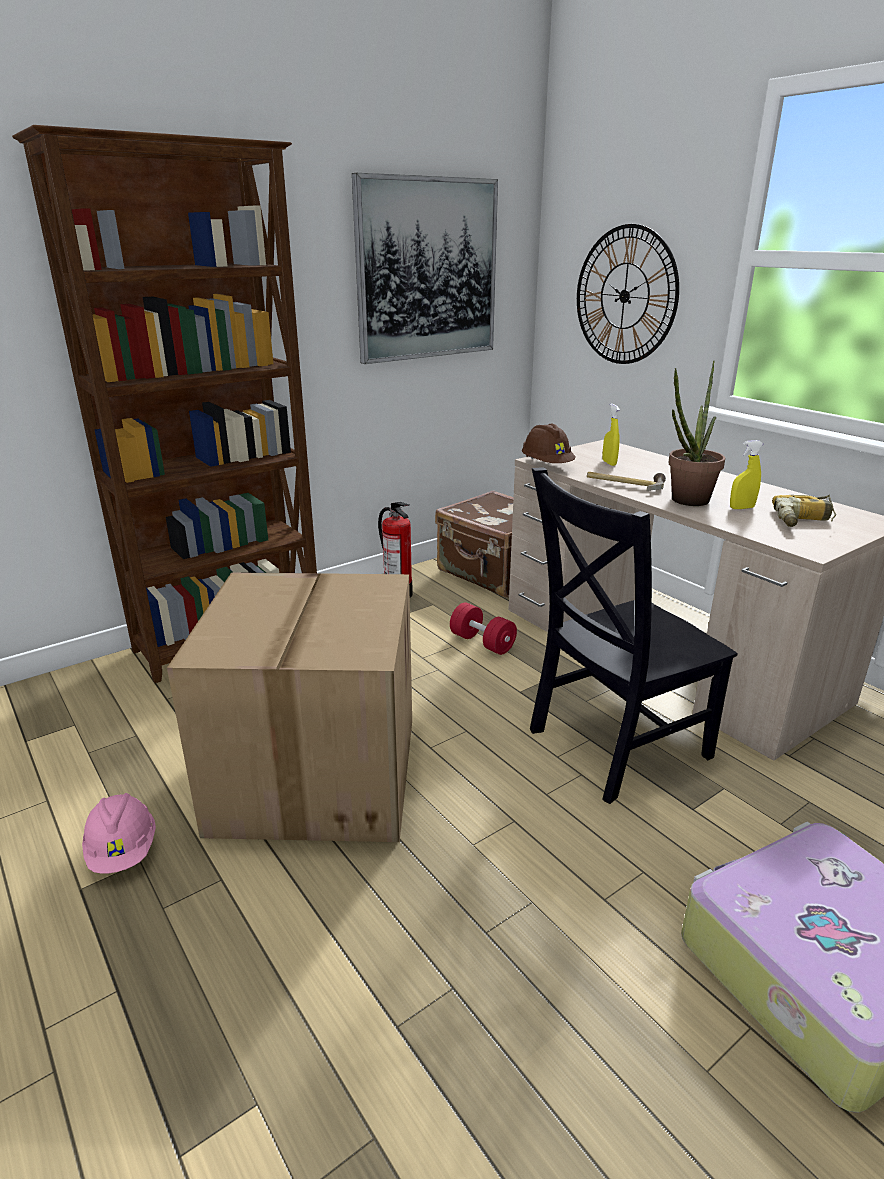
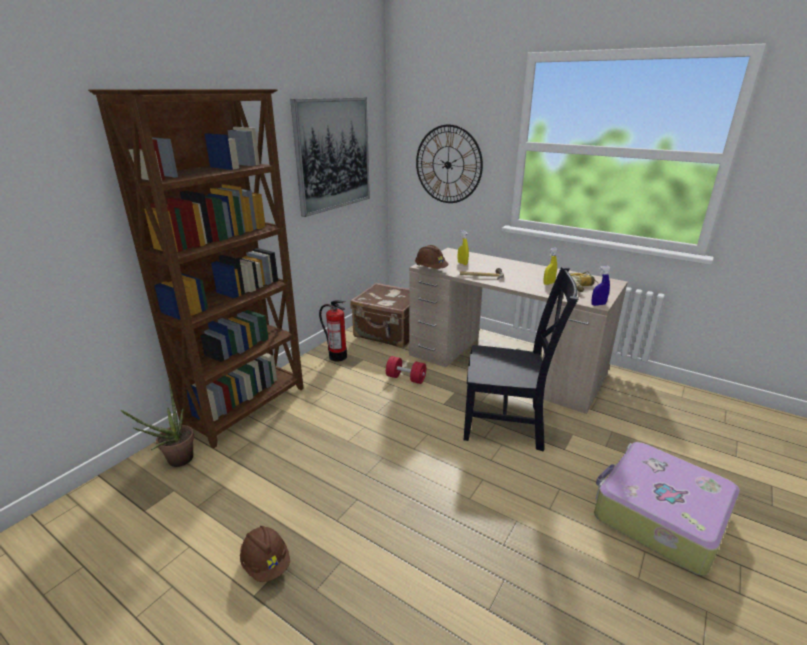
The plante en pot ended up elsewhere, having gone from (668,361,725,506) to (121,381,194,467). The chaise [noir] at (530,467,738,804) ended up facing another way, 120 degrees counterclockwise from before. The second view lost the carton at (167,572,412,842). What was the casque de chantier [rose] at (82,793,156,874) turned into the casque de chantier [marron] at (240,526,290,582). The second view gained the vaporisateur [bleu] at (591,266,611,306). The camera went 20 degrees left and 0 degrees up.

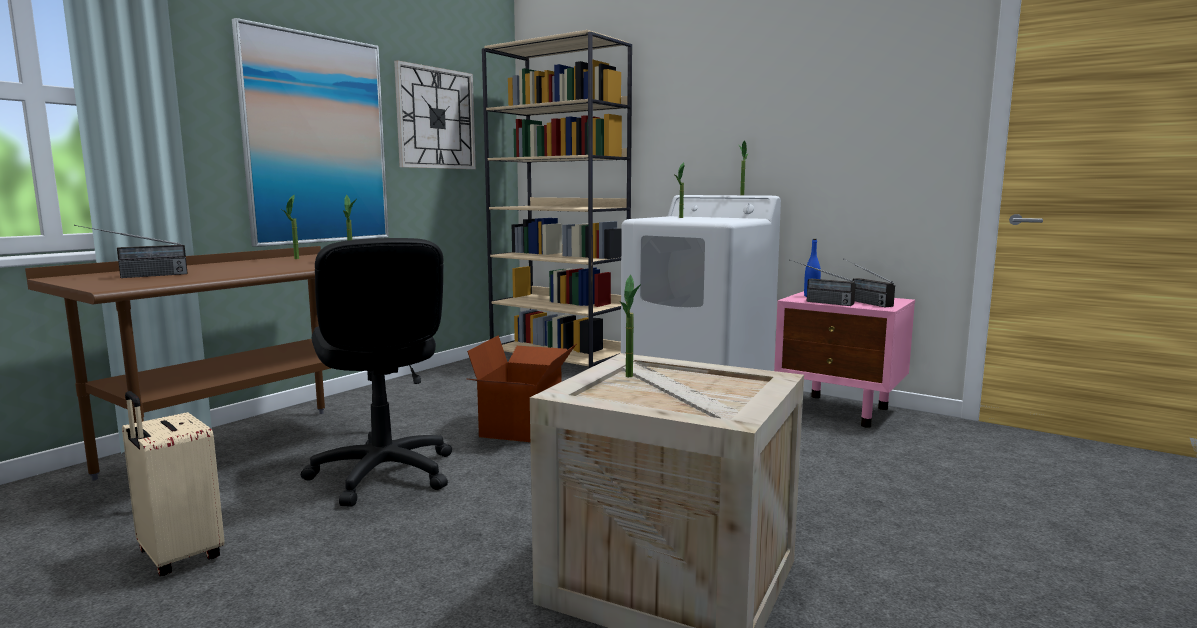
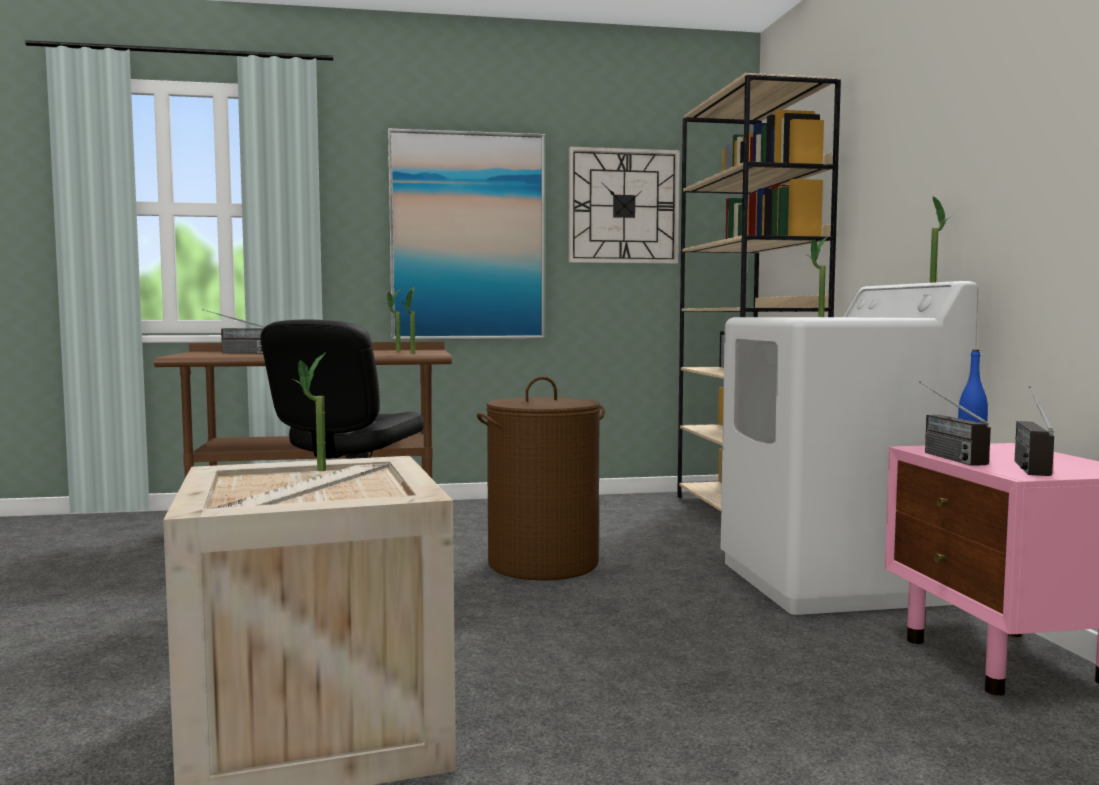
Where the carton stood at (467,335,576,442), the panier à linge [marron] came to stand at (477,376,605,580). The second view lost the valise [beige] at (122,391,225,576). The camera went 45 degrees right and 5 degrees down.

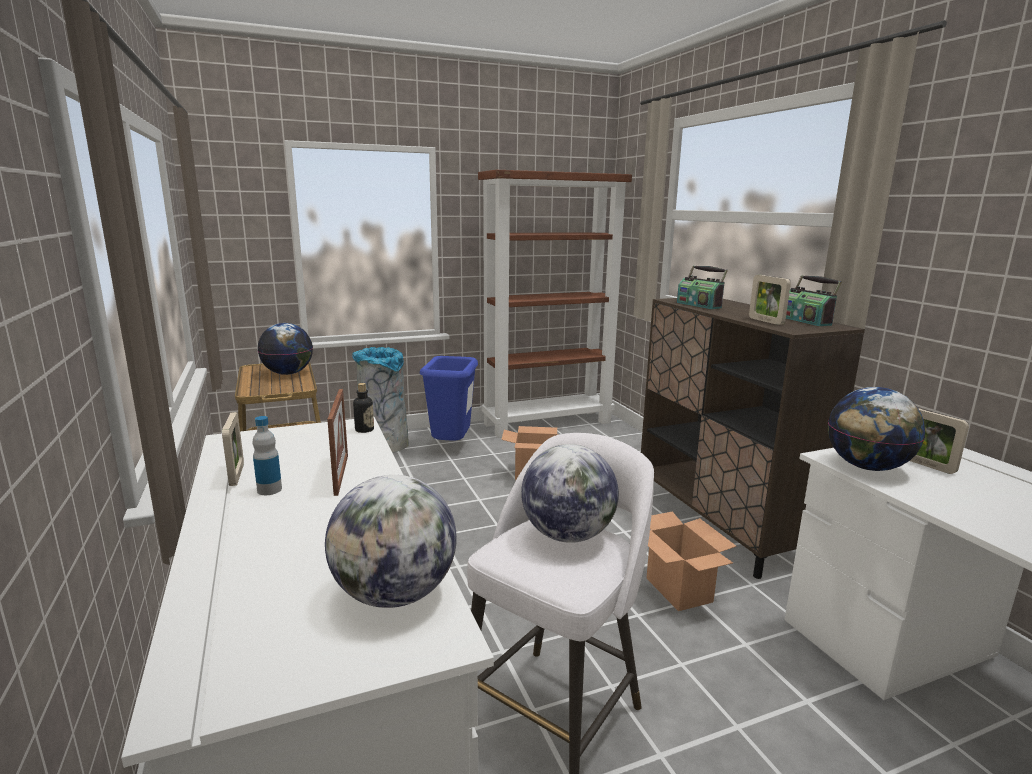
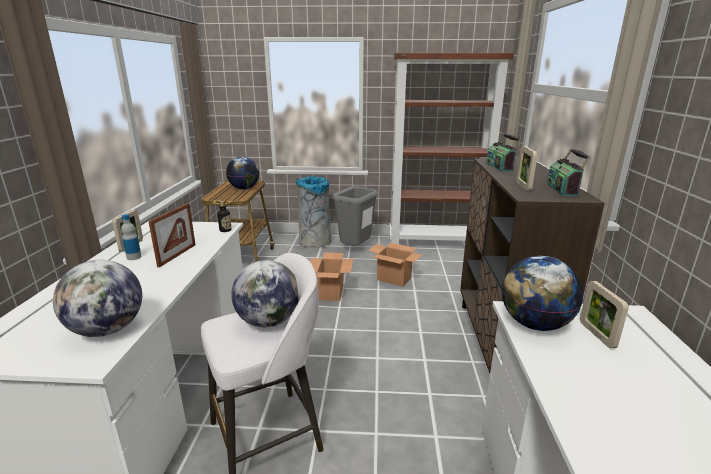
What was the poubelle [bleu] at (420,356,478,441) turned into the poubelle [gris] at (332,186,378,246). The carton ended up elsewhere, having gone from (647,511,737,611) to (310,253,353,301). The camera went 25 degrees right and 5 degrees up.

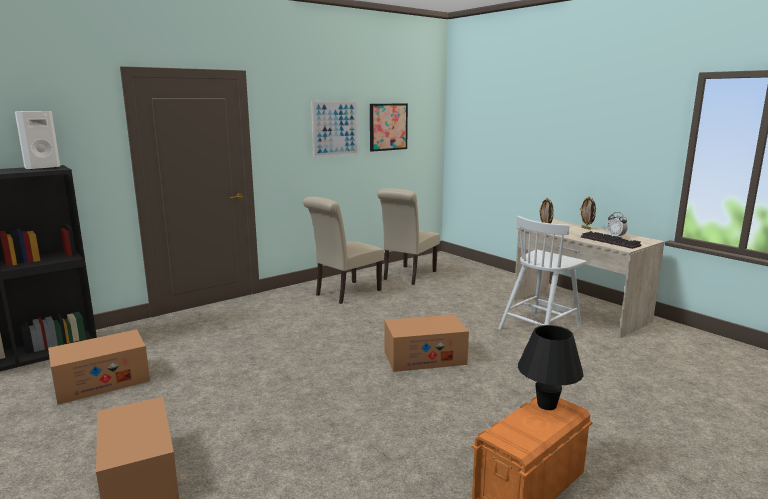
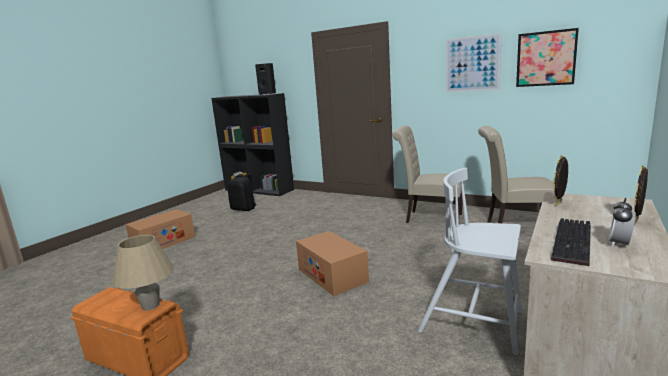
What was the enceinte [blanc] at (15,111,60,170) turned into the enceinte [noir] at (255,63,276,95). What was the lampe de table [noir] at (518,325,584,410) turned into the lampe de table [beige] at (112,235,174,311). Where the carton stood at (48,330,150,405), the sac à dos [noir] came to stand at (227,174,256,211). The camera went 70 degrees right and 0 degrees up.

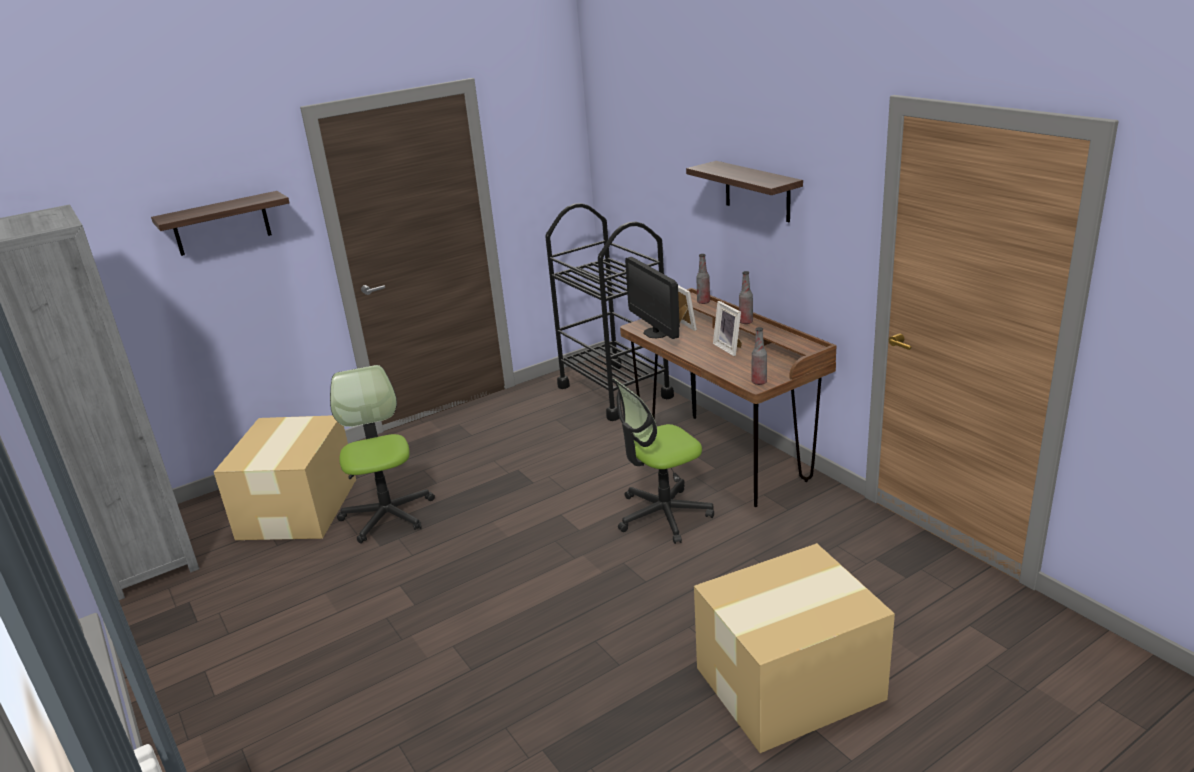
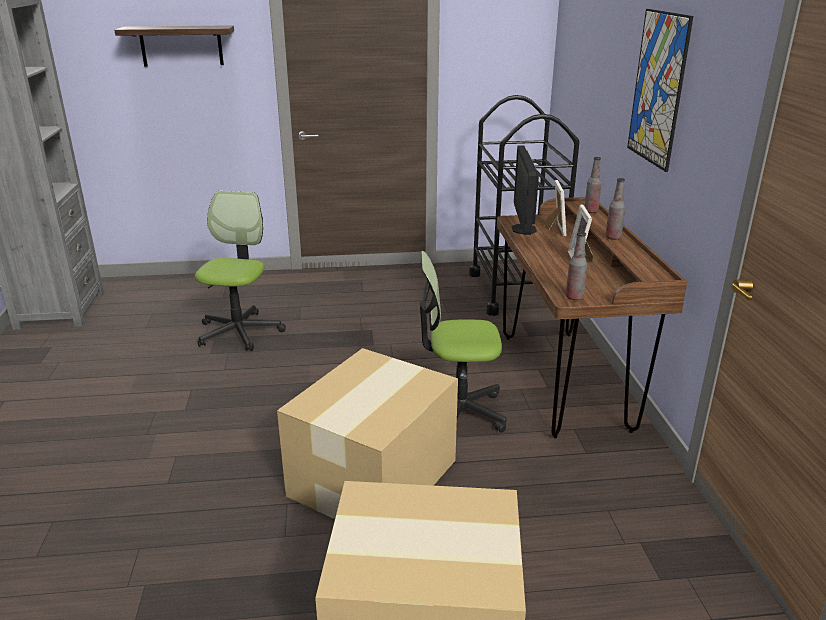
Where the étagère hung at (686,161,803,222), the tableau came to hang at (627,9,693,172). The carton ended up elsewhere, having gone from (214,415,356,540) to (277,348,458,519). The camera went 25 degrees right and 0 degrees up.

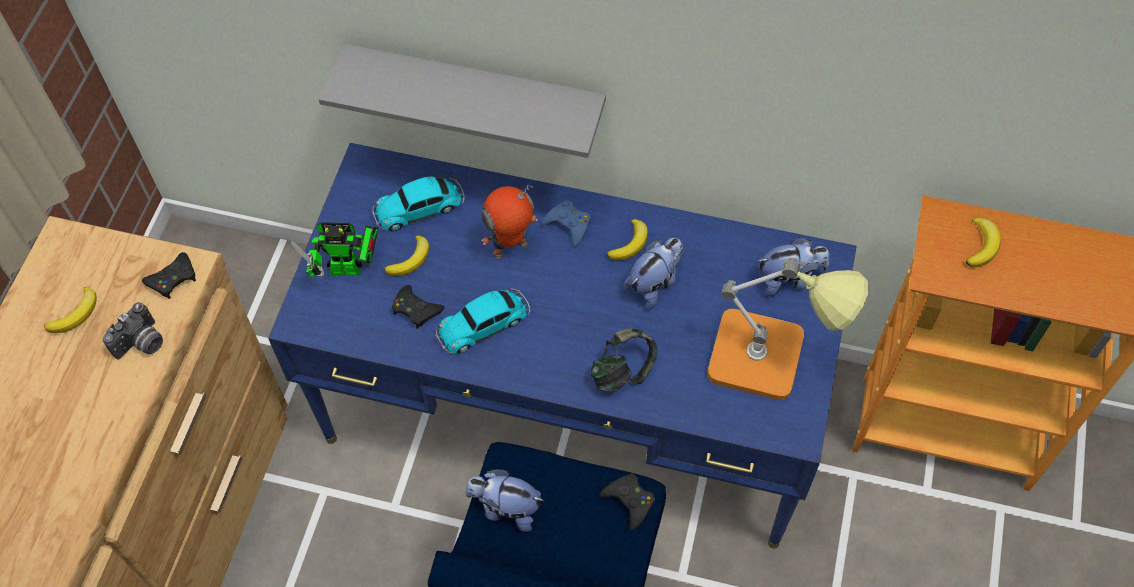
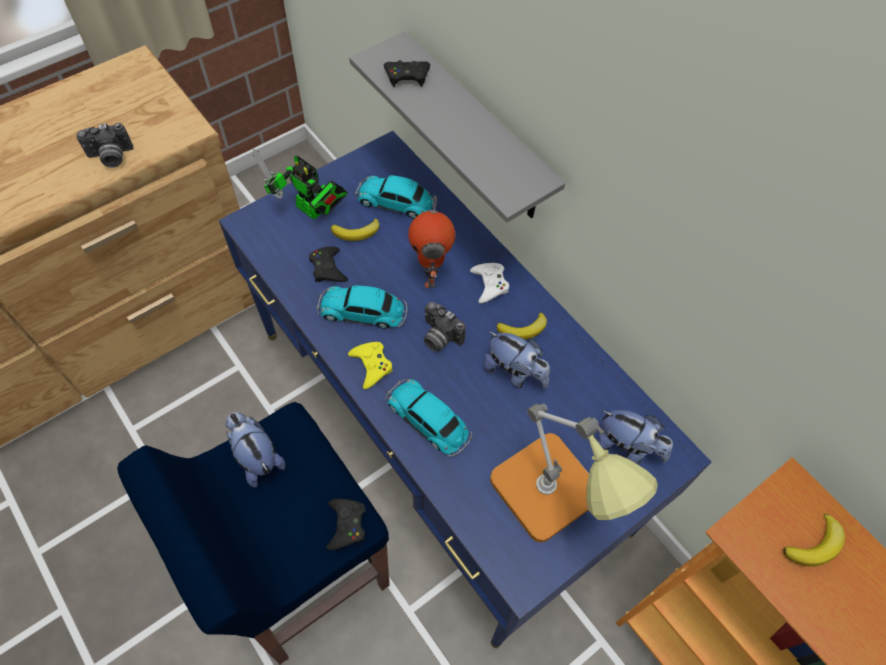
The robot jouet at (482,185,538,260) ended up facing another way, 105 degrees counterclockwise from before. What was the manette [bleu] at (541,200,591,247) turned into the manette [blanc] at (470,263,509,303). The peluche at (623,238,683,309) ended up facing another way, 45 degrees clockwise from before. The manette [noir] ended up elsewhere, having gone from (142,252,196,299) to (384,60,430,87). The second view lost the banane at (44,287,97,333). Where the casque audio stood at (590,328,657,392), the petite voiture came to stand at (385,379,472,456). The second view gained the appareil photo at (424,302,466,352). The second view gained the manette [jaune] at (348,342,393,389). The camera went 35 degrees right and 0 degrees up.

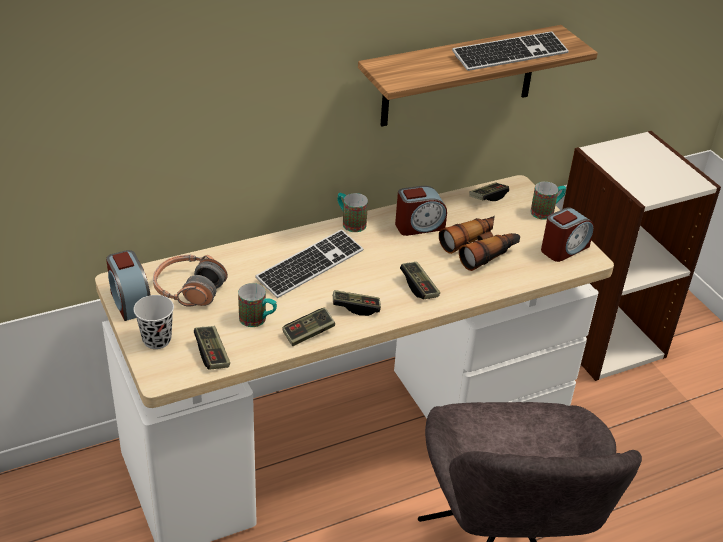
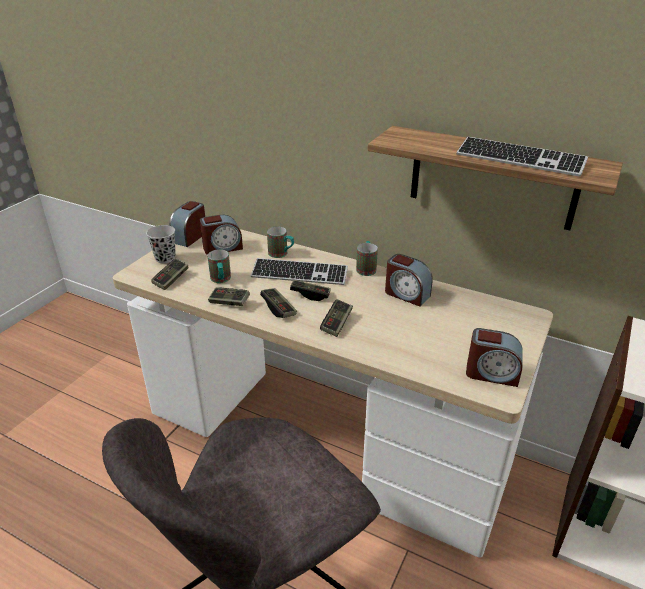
The mug ended up elsewhere, having gone from (530,181,566,220) to (267,227,294,258). The manette ended up elsewhere, having gone from (469,183,509,201) to (290,280,331,301). The second view lost the jumelles at (439,216,520,271). Where the casque audio stood at (153,255,228,307), the réveil came to stand at (200,215,243,255). The camera went 55 degrees right and 5 degrees down.

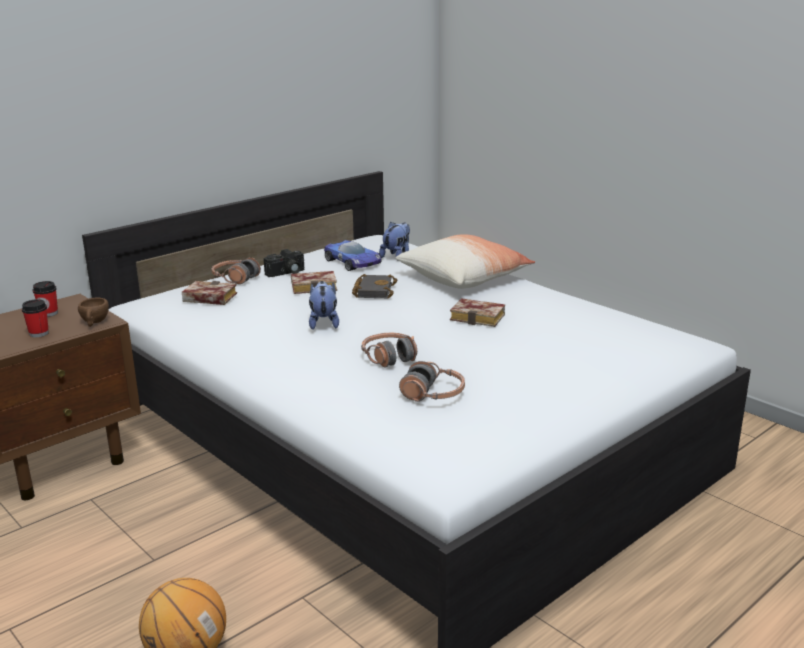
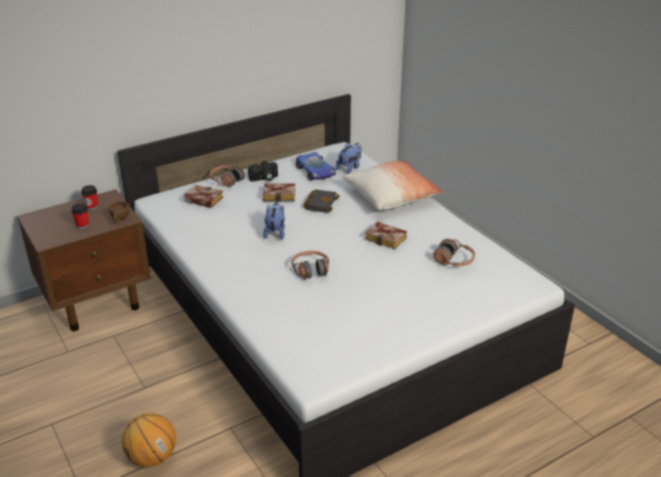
The casque audio ended up elsewhere, having gone from (399,361,465,402) to (433,239,475,266). The camera went 10 degrees right and 10 degrees up.

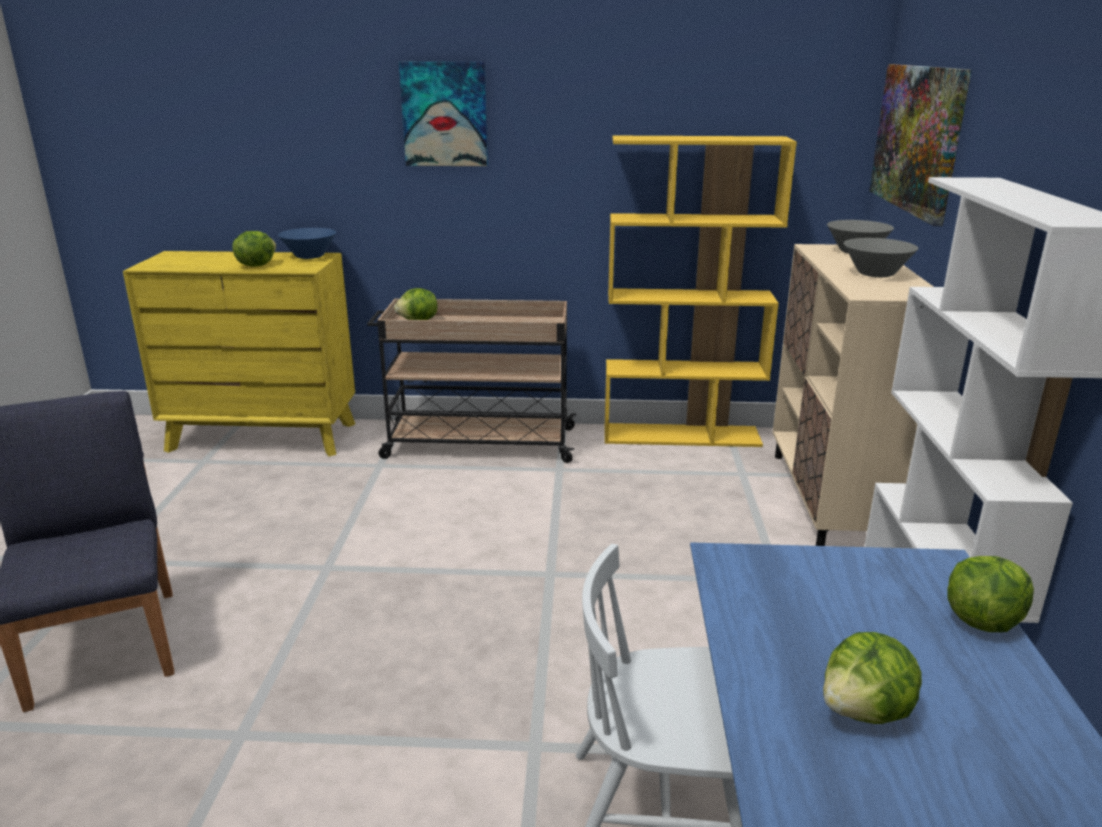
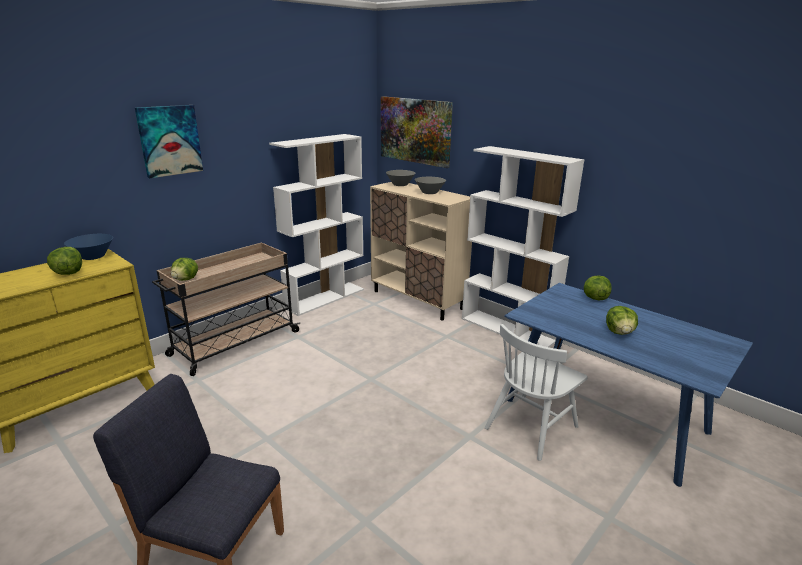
What was the bibliothèque [jaune] at (604,136,797,447) turned into the bibliothèque [blanc] at (269,134,364,316). The camera went 50 degrees left and 0 degrees up.

